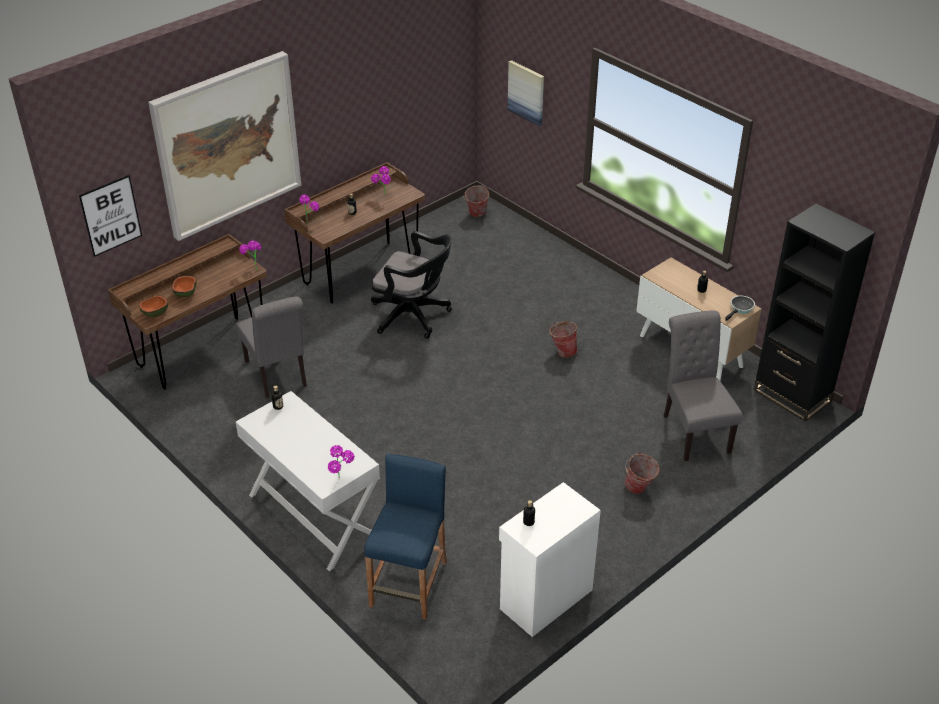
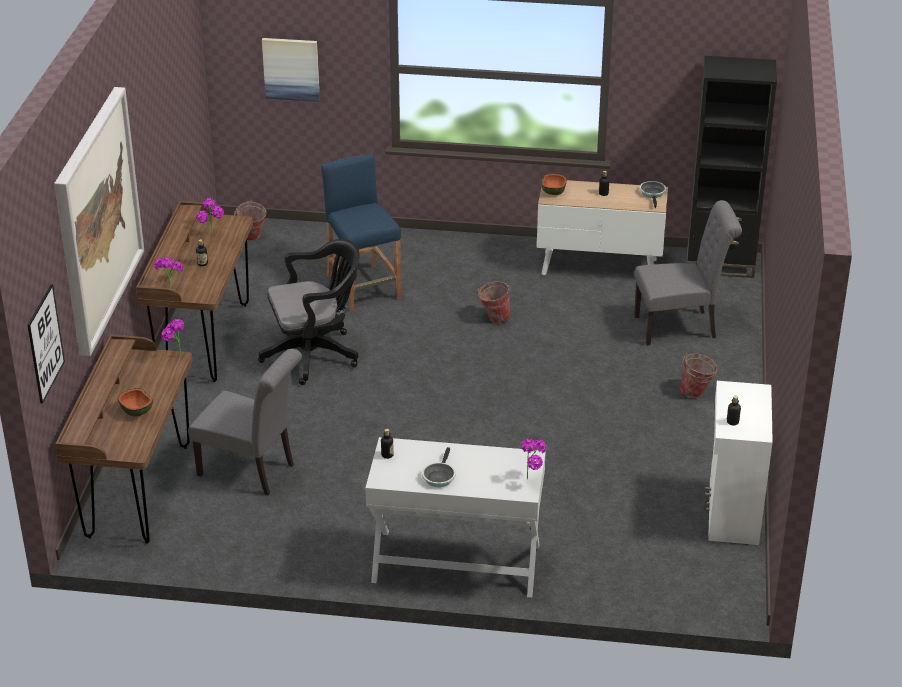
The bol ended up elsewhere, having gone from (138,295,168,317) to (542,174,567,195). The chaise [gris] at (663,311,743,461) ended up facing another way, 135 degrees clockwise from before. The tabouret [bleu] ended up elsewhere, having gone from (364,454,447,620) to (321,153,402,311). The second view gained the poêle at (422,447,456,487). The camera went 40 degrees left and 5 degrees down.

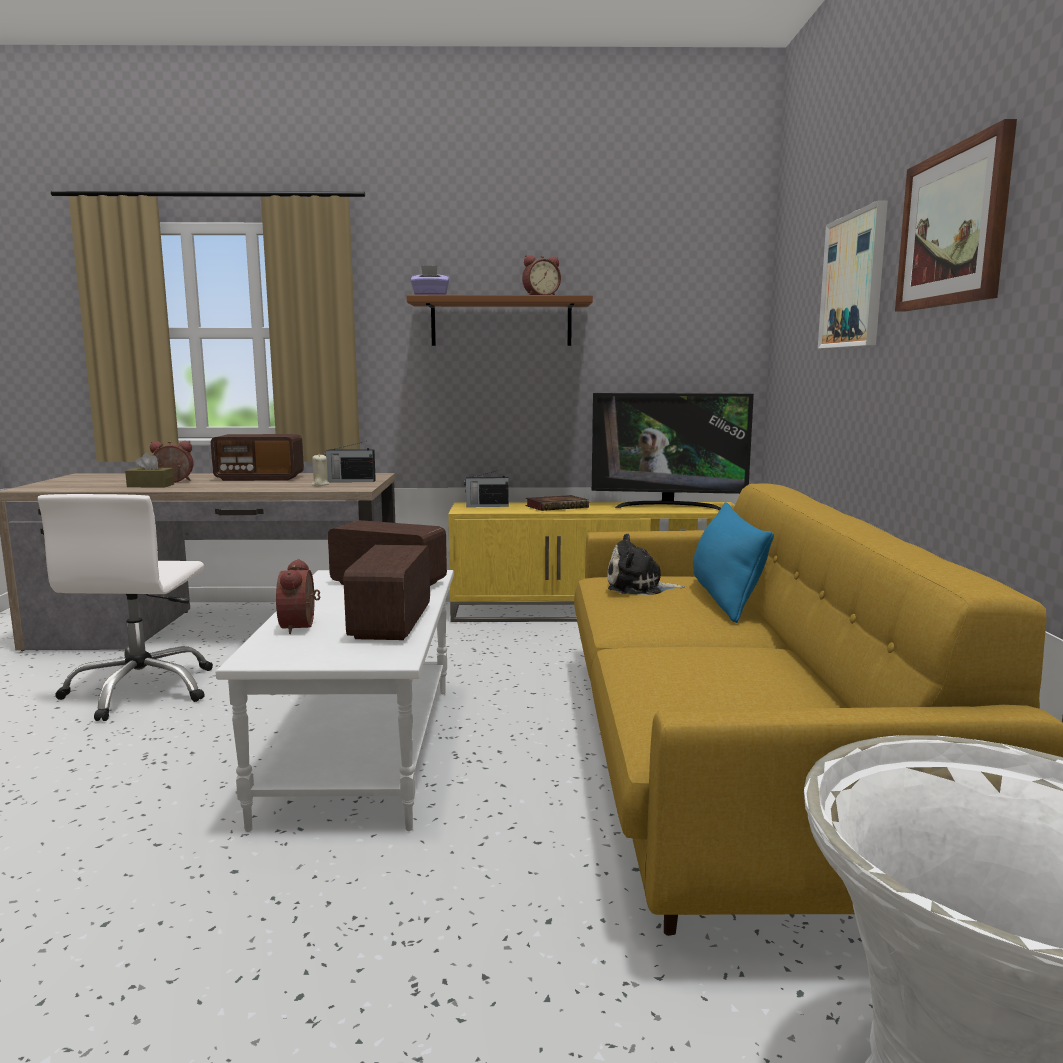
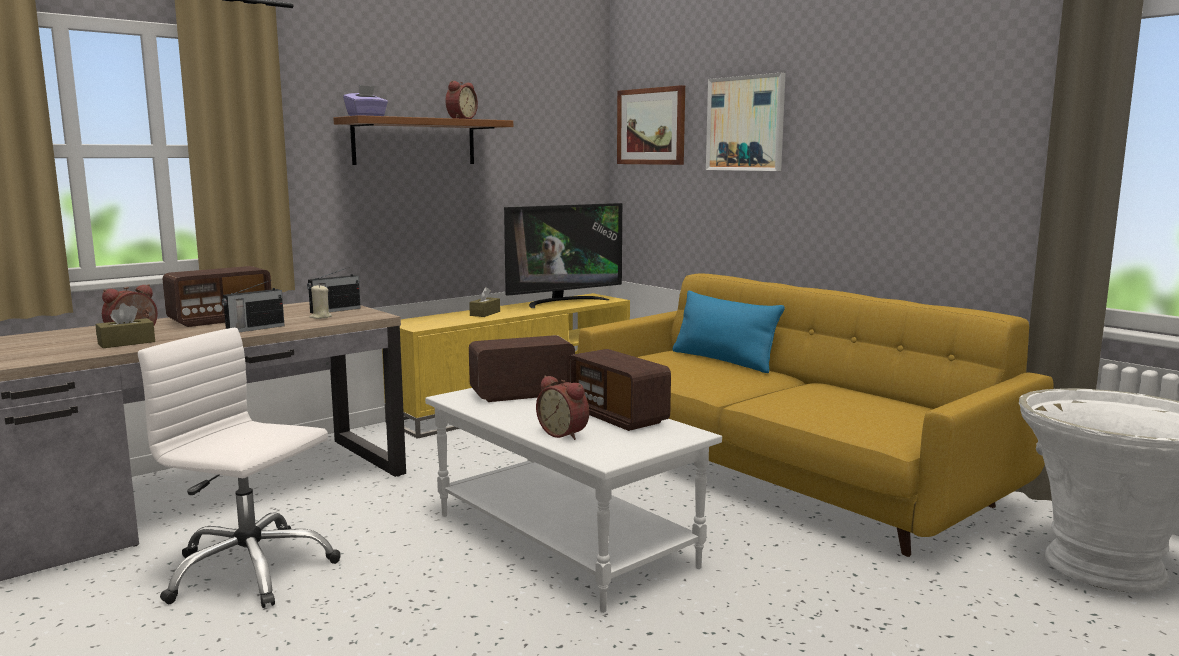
The tableau ended up elsewhere, having gone from (895,119,1017,312) to (617,85,685,165). The radio ended up elsewhere, having gone from (464,469,509,507) to (222,280,284,332). The chaise de bureau [blanc] at (38,494,213,721) ended up facing another way, 150 degrees clockwise from before. Where the livre stood at (525,495,589,511), the boîte à mouchoirs [marron] came to stand at (469,287,500,317). The second view lost the peluche at (607,533,685,595). The camera went 40 degrees left and 0 degrees up.

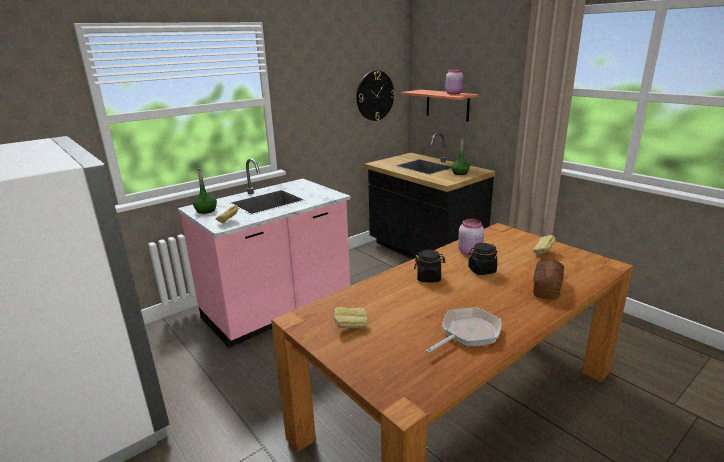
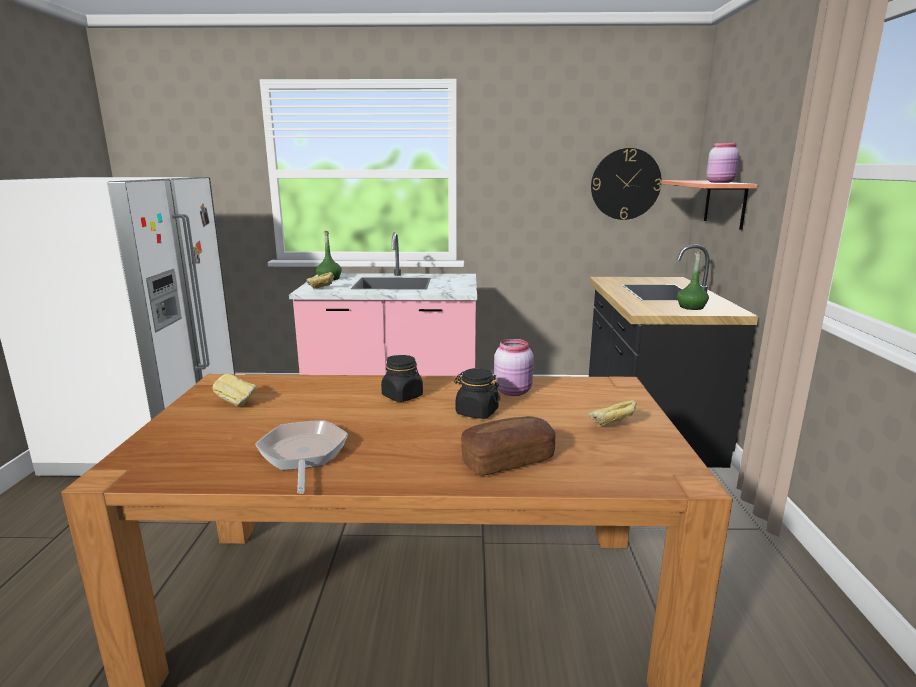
The poêle at (426,307,502,353) ended up facing another way, 105 degrees counterclockwise from before. The camera went 40 degrees right and 5 degrees down.

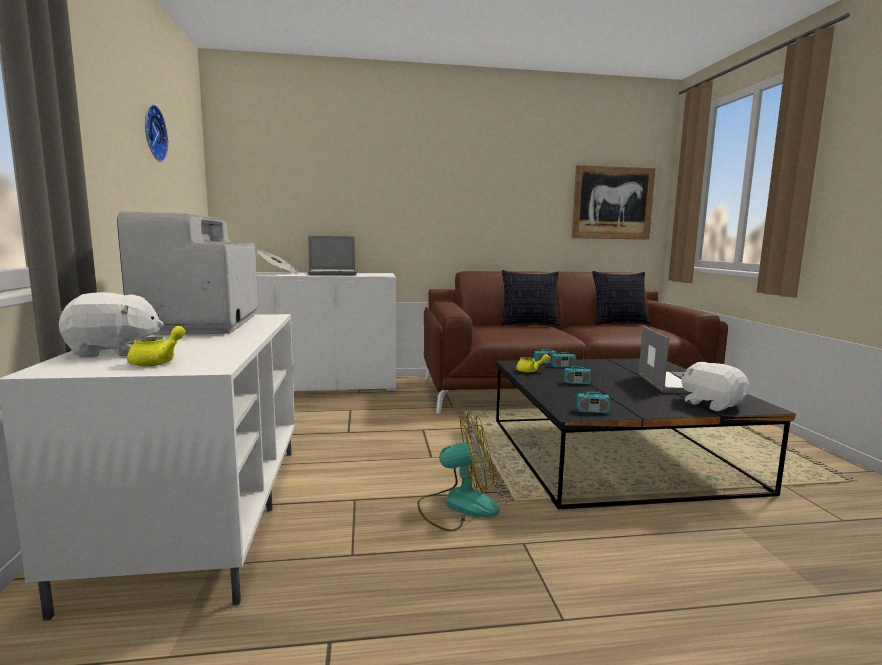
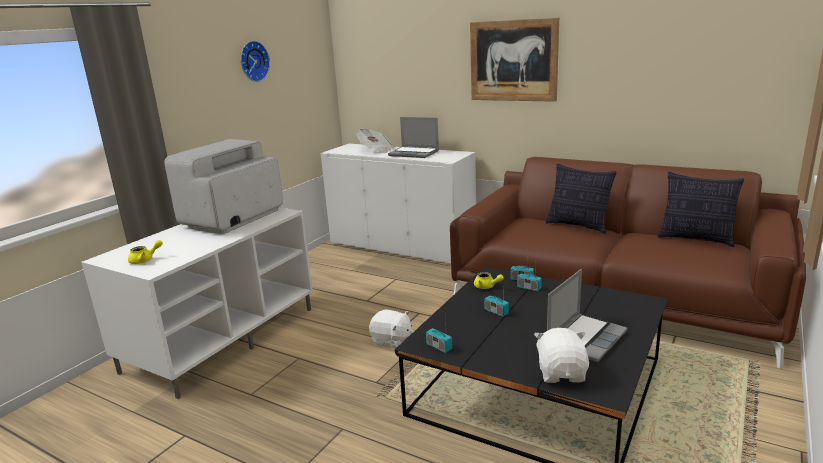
The tableau ended up elsewhere, having gone from (572,165,655,240) to (470,18,559,102). The peluche [blanc] ended up elsewhere, having gone from (59,292,164,357) to (369,310,413,348). The second view lost the ventilateur at (417,413,499,531). The camera went 40 degrees right and 10 degrees up.

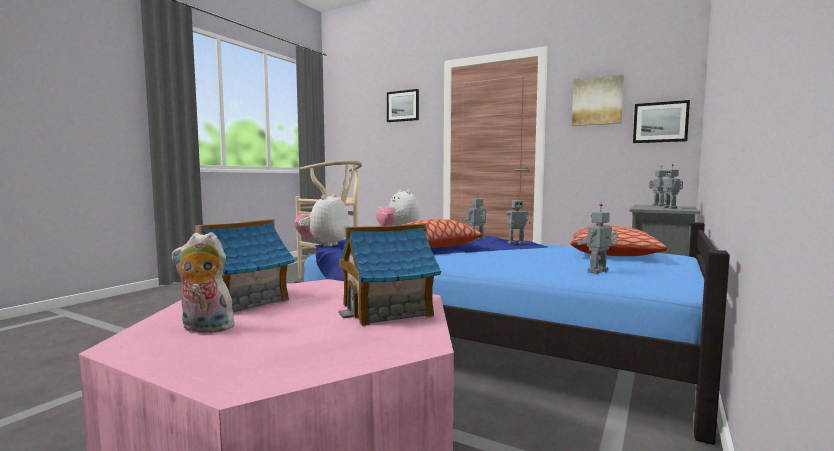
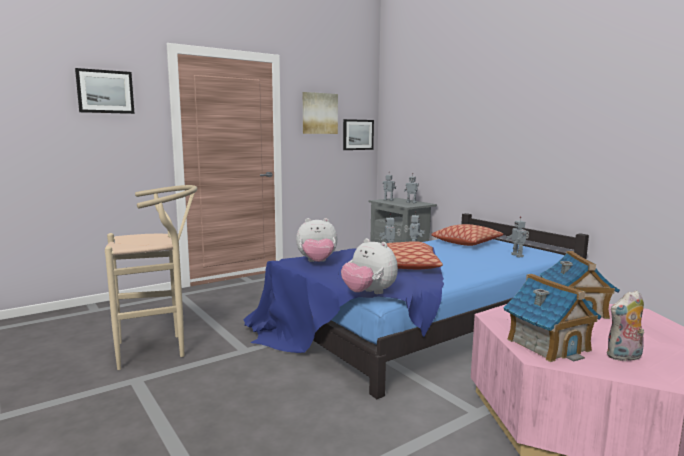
The peluche at (172,232,235,333) ended up facing another way, 45 degrees clockwise from before. The camera went 65 degrees left and 5 degrees up.

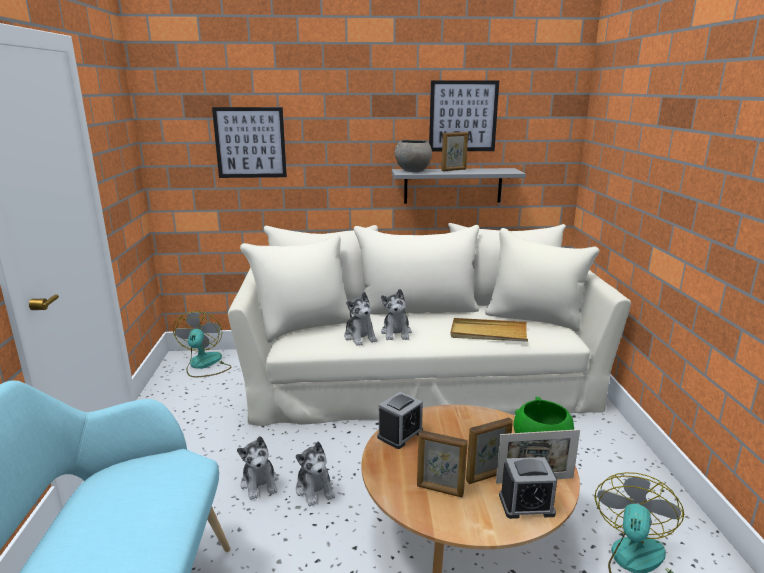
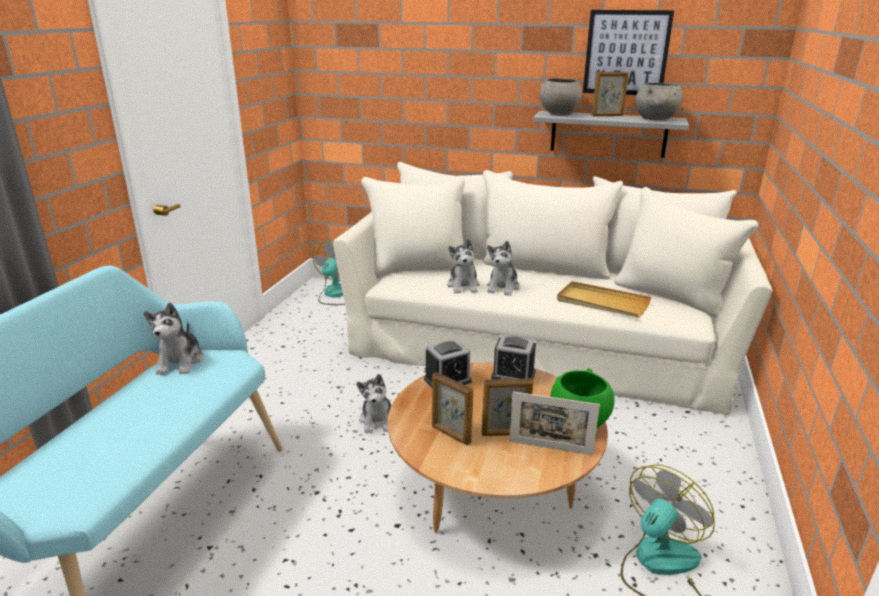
The second view lost the tableau at (212,107,287,178). The peluche ended up elsewhere, having gone from (237,436,278,500) to (144,302,204,375). The réveil ended up elsewhere, having gone from (499,457,557,519) to (491,335,536,380). The second view gained the bol [gris] at (636,83,683,121). The camera went 20 degrees right and 5 degrees up.

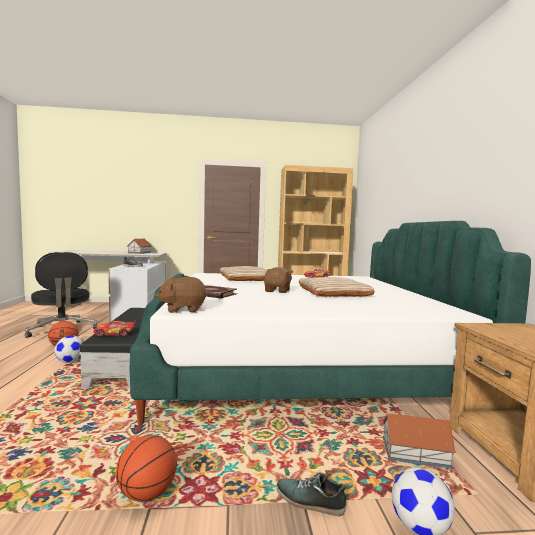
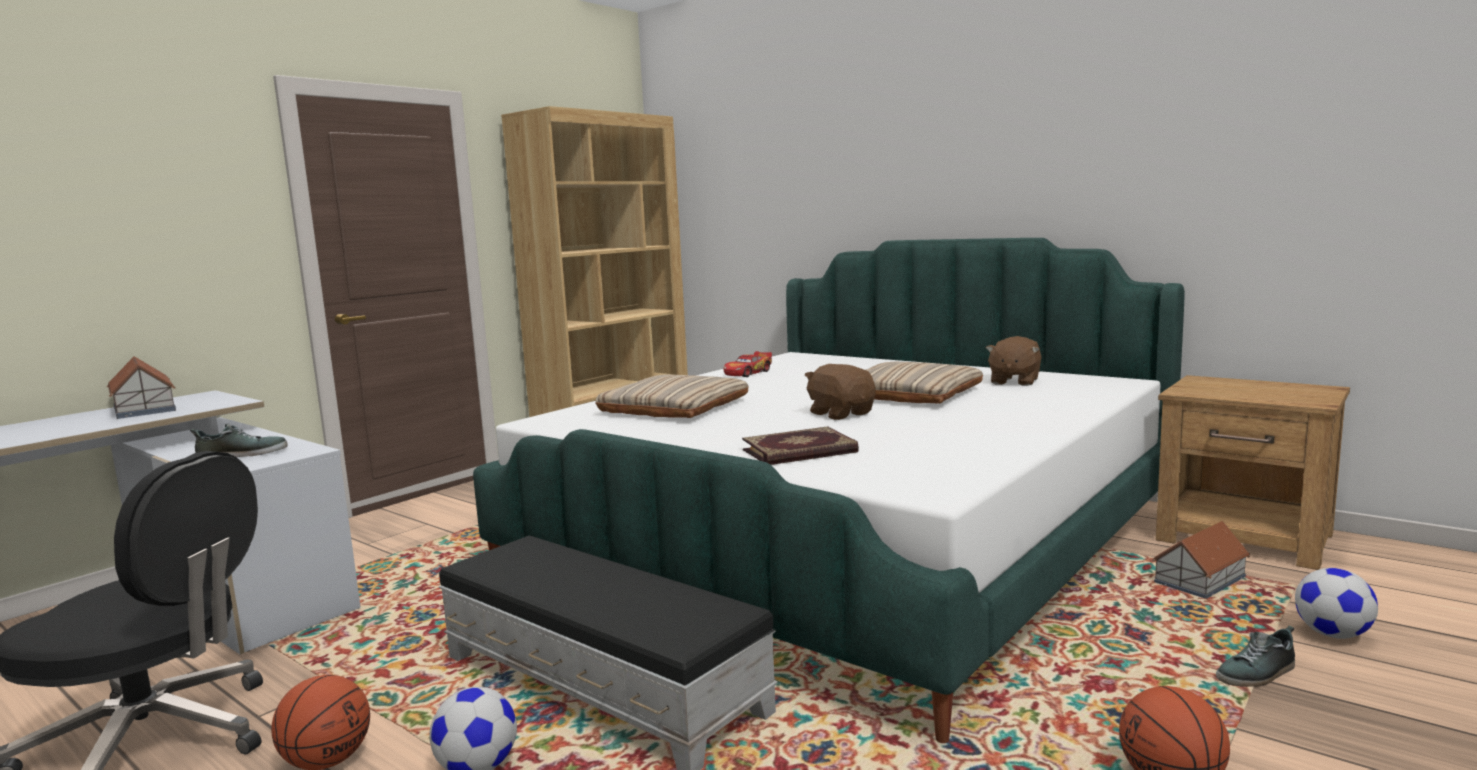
The peluche [marron] ended up elsewhere, having gone from (156,277,207,313) to (986,336,1042,386). The second view lost the petite voiture at (94,320,136,337). The camera went 45 degrees left and 5 degrees up.

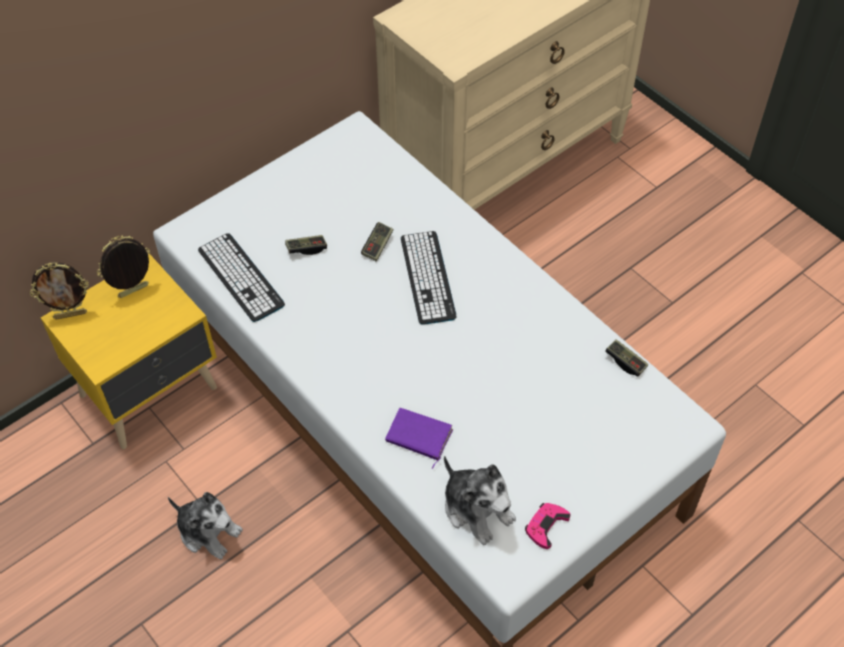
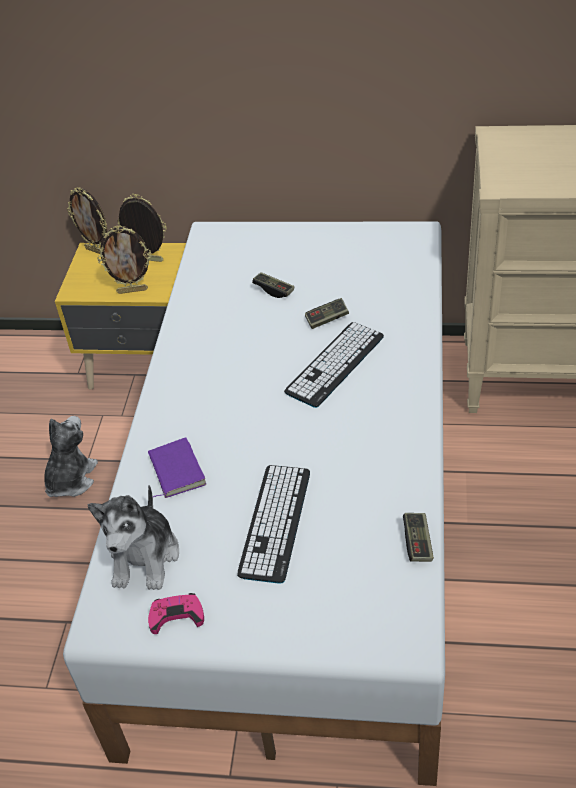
The clavier ended up elsewhere, having gone from (198,233,285,322) to (237,465,310,584). The peluche at (168,492,243,559) ended up facing another way, 150 degrees counterclockwise from before. The second view gained the cadre photo at (97,225,152,294). The camera went 50 degrees right and 10 degrees down.

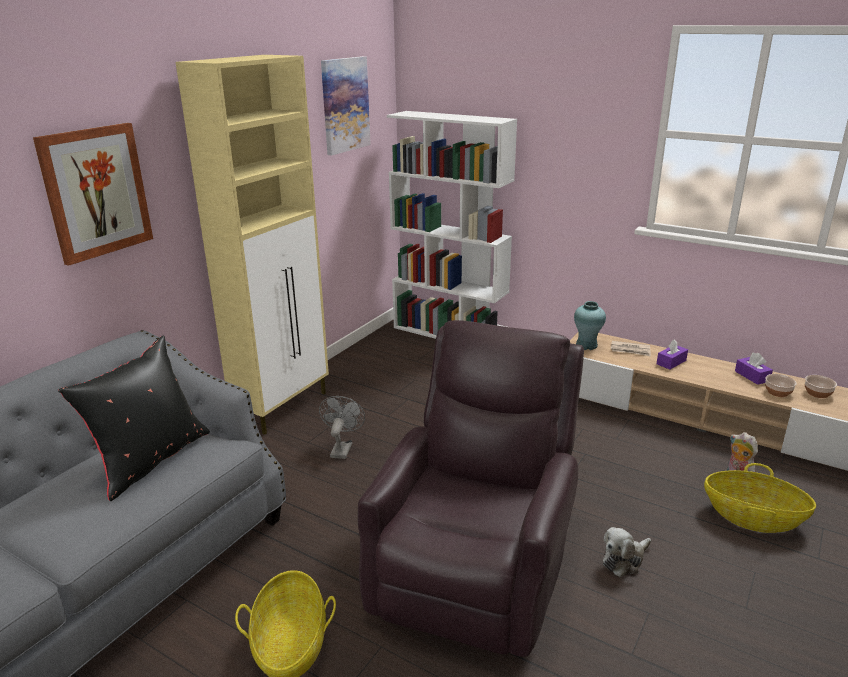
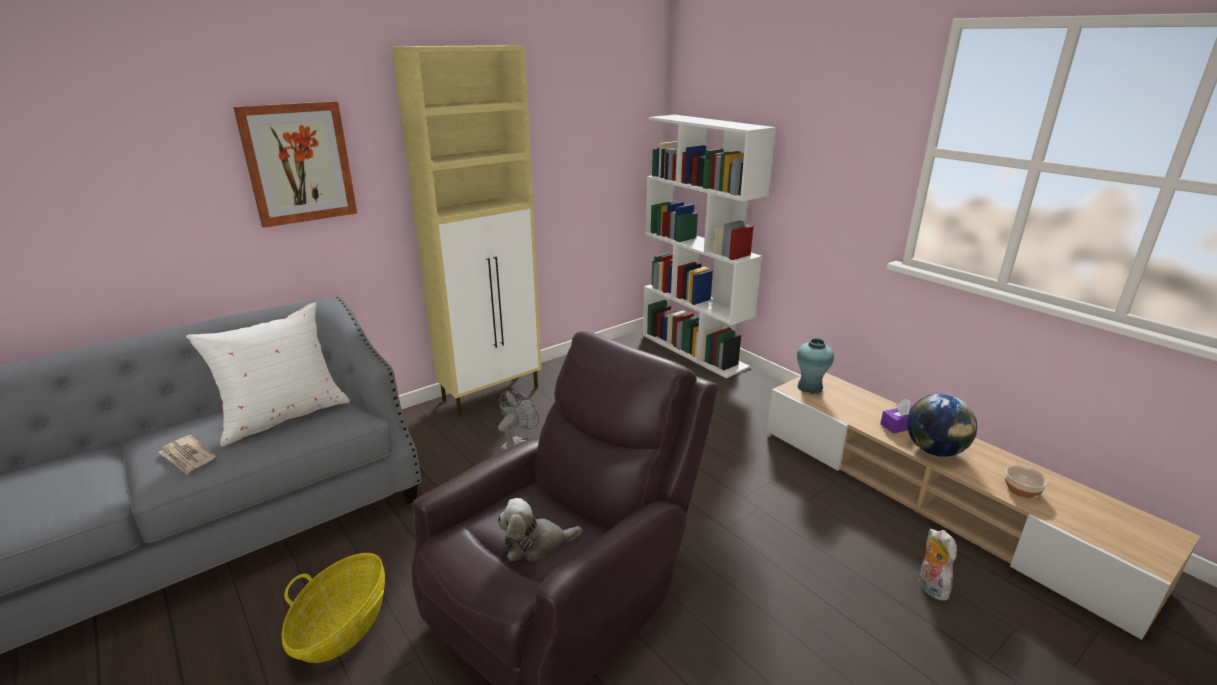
The second view lost the tableau at (321,56,371,155). What was the coussin [noir] at (58,335,210,501) turned into the coussin [blanc] at (186,302,350,447). The journal ended up elsewhere, having gone from (611,341,651,357) to (158,435,216,474). The second view lost the boîte à mouchoirs [violet] at (735,353,773,385). The second view lost the bol at (805,375,837,398). The second view lost the panier at (704,463,816,533). The peluche ended up elsewhere, having gone from (603,527,651,577) to (497,498,582,562). The second view gained the globe at (907,394,977,457). The camera went 20 degrees right and 0 degrees up.

